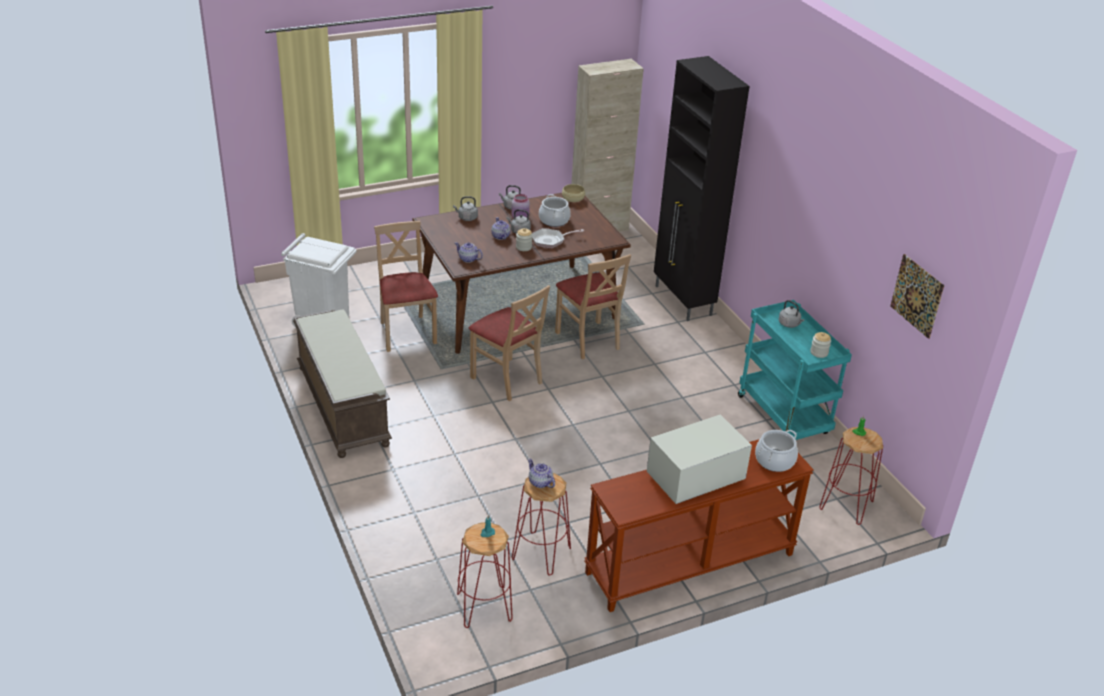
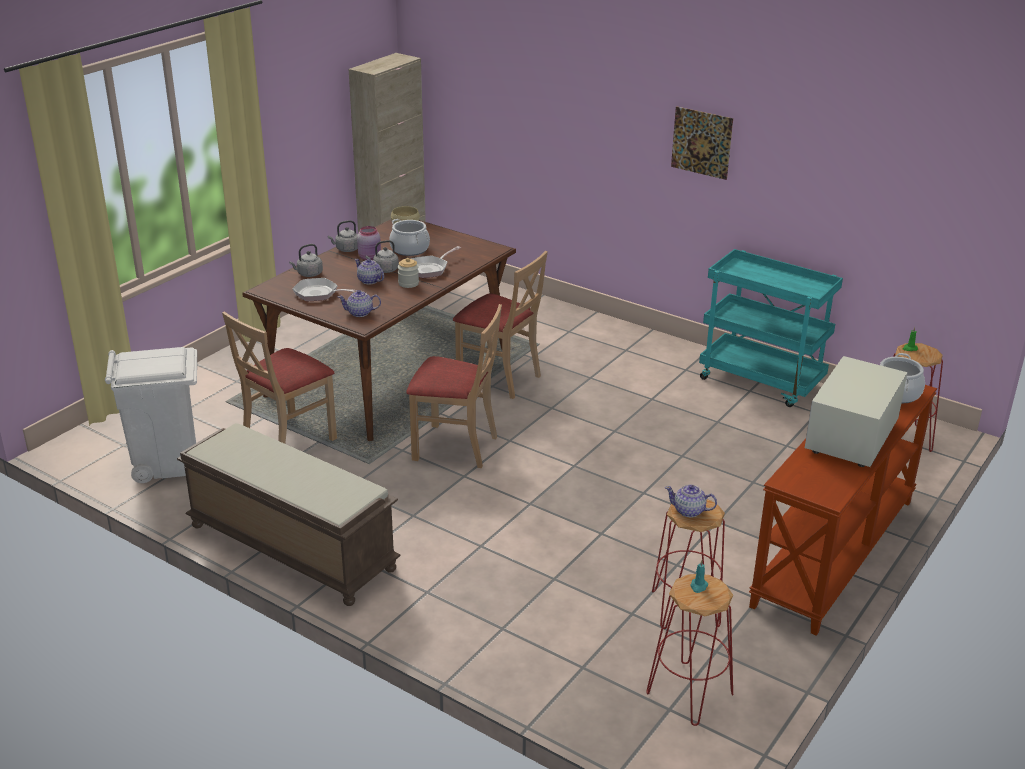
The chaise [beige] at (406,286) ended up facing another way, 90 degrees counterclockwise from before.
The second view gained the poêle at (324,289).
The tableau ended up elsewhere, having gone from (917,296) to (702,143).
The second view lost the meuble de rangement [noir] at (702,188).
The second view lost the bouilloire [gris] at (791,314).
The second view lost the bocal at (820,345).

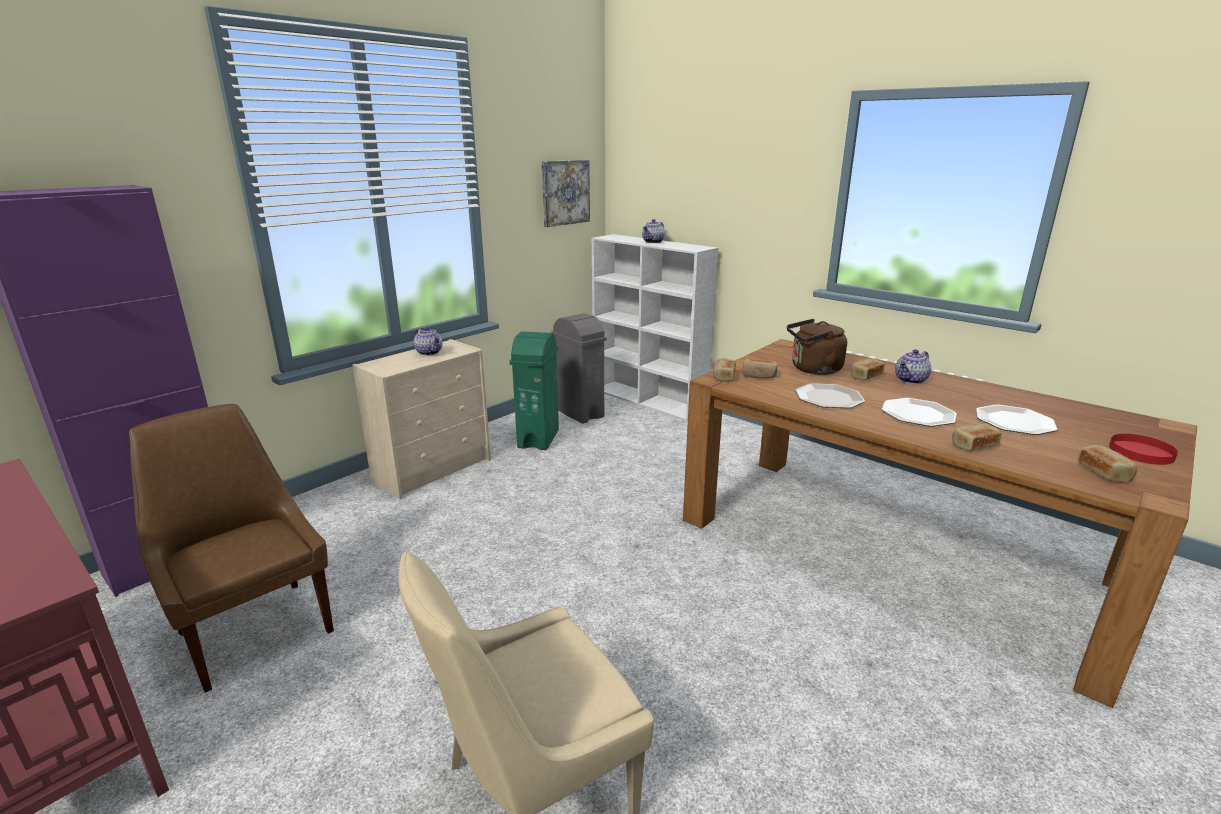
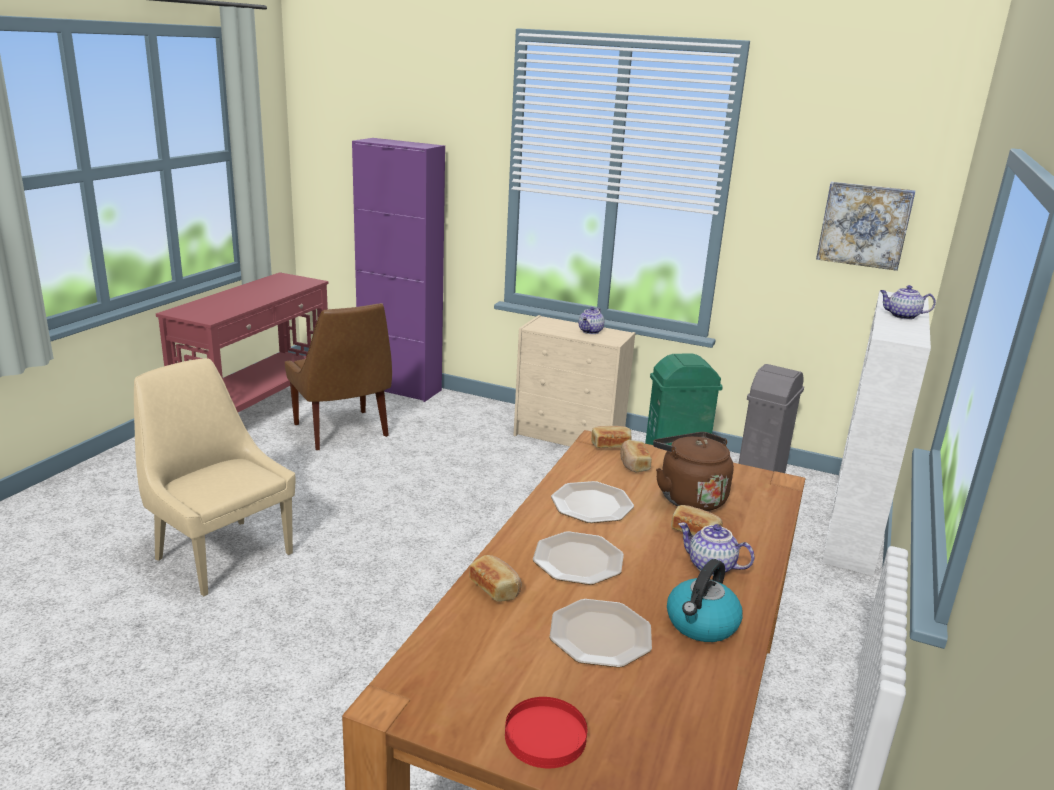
The chaise [marron] at (231,548) ended up facing another way, 120 degrees clockwise from before.
The second view gained the bouilloire at (705,600).
The second view lost the pain at (1107,464).

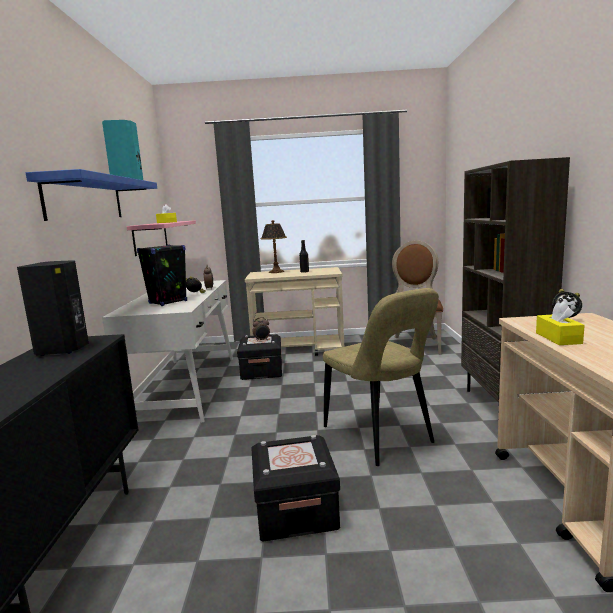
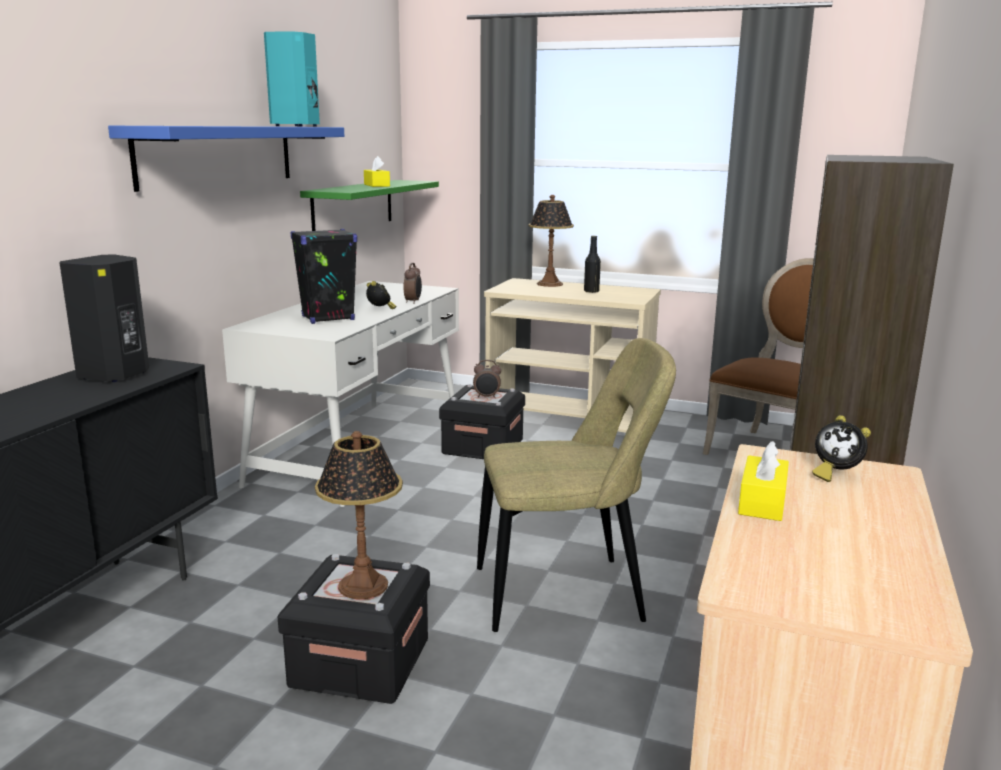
What was the étagère [rose] at (161,238) turned into the étagère [vert] at (369,205).
The second view gained the lampe de table at (359,515).
The chaise [beige] at (381,377) ended up facing another way, 90 degrees counterclockwise from before.

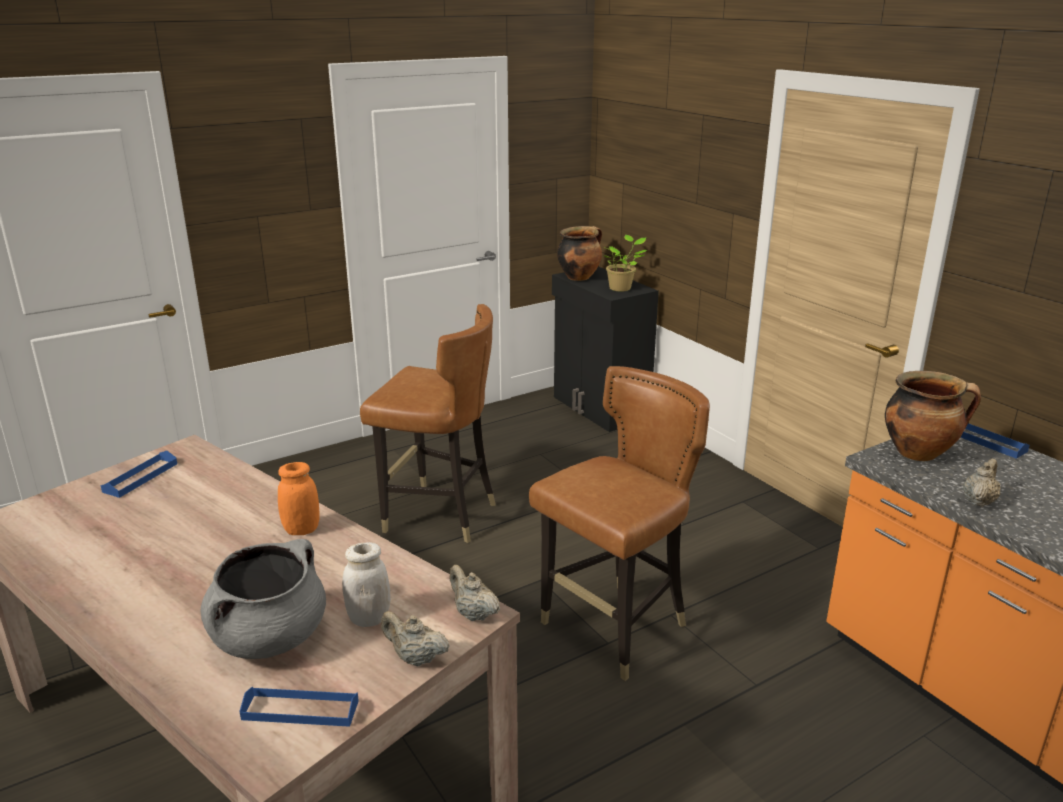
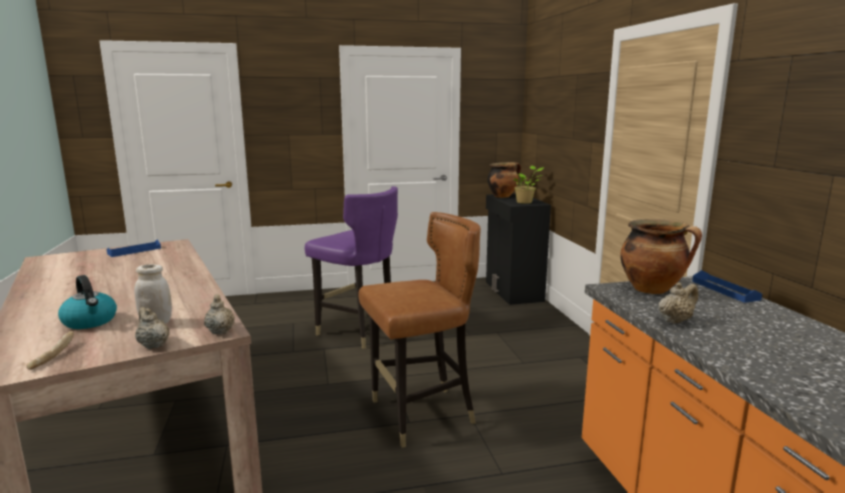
Where the plateau [bleu] stood at (299,707), the pain came to stand at (50,350).
Where the marmite [gris] stood at (263,599), the bouilloire came to stand at (87,302).
What was the chaise [marron] at (428,423) turned into the chaise [violet] at (351,267).
The second view lost the bocal [orange] at (299,498).

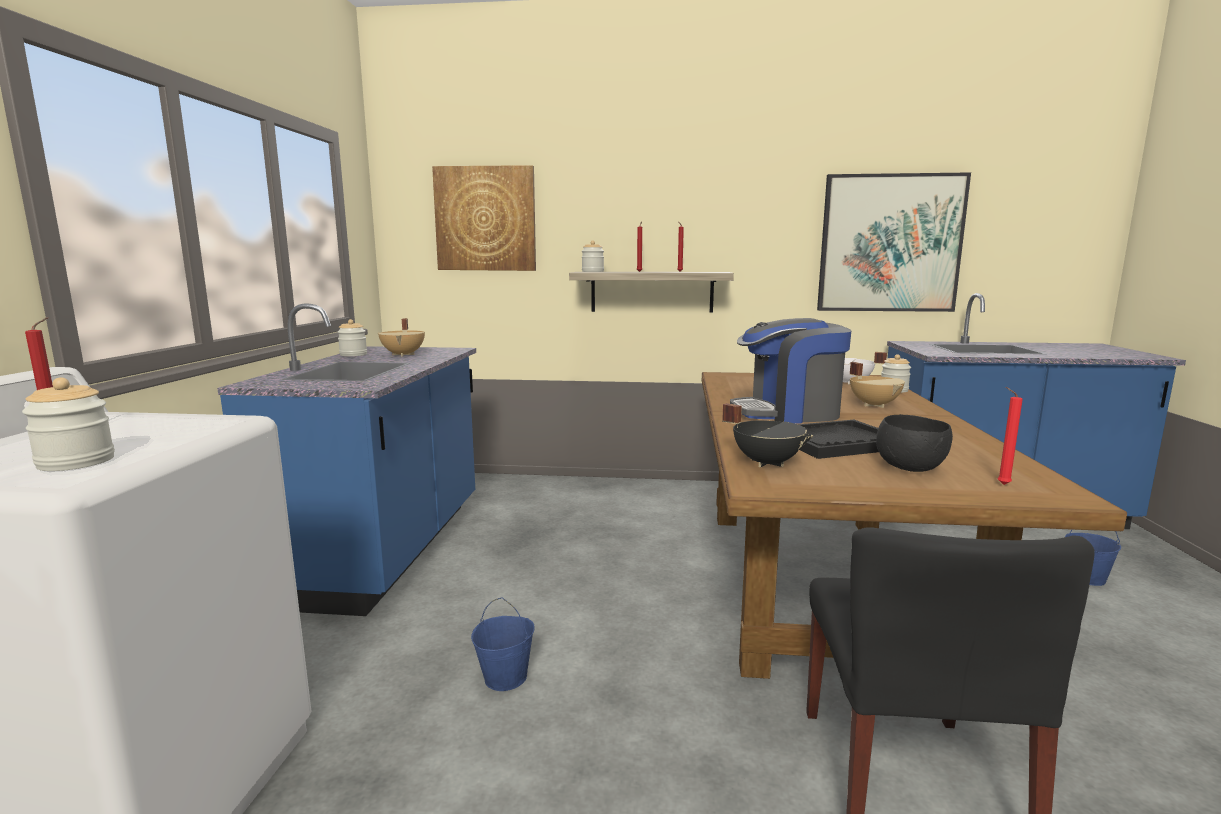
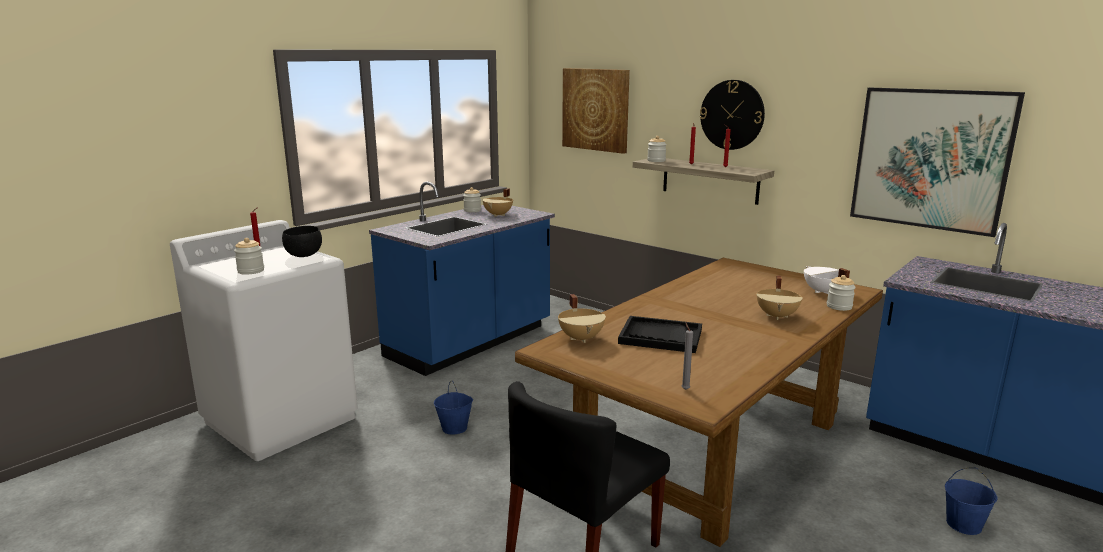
The bol [noir] ended up elsewhere, having gone from (914,443) to (302,241).
What was the marmite [noir] at (767,435) turned into the marmite [beige] at (582,318).
What was the bougie [rouge] at (1010,436) turned into the bougie [gris] at (687,356).
The second view gained the horloge murale at (732,115).
The second view lost the machine à café at (791,371).

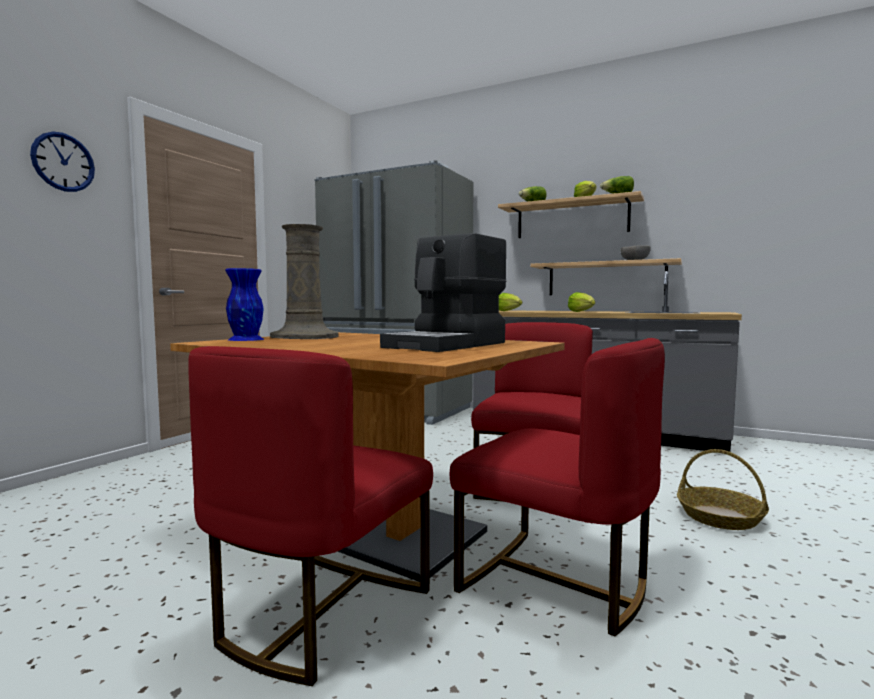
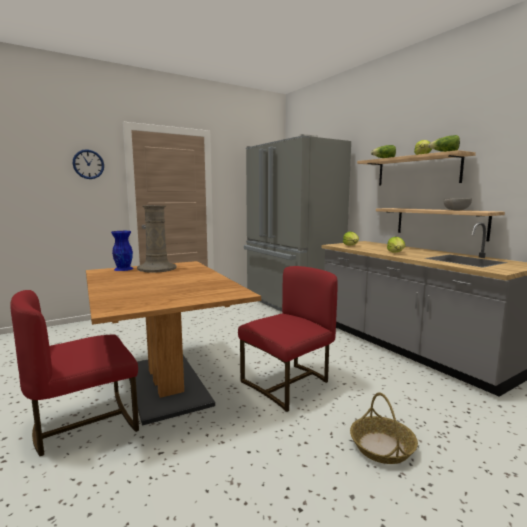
The second view lost the machine à café at (443,292).
The second view lost the chaise [rouge] at (557,487).

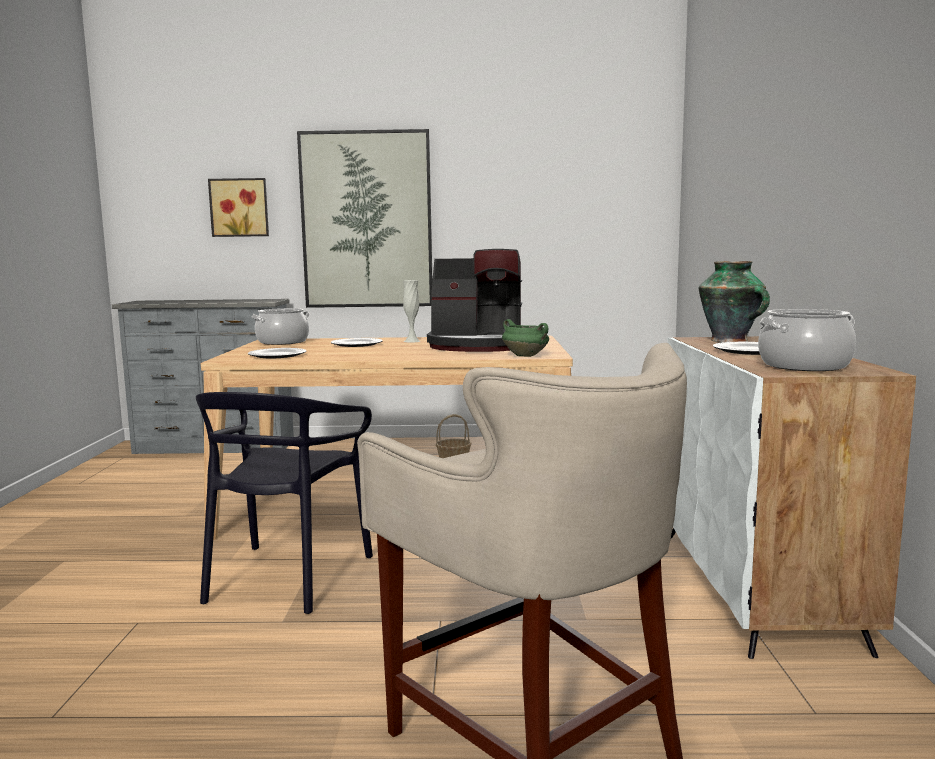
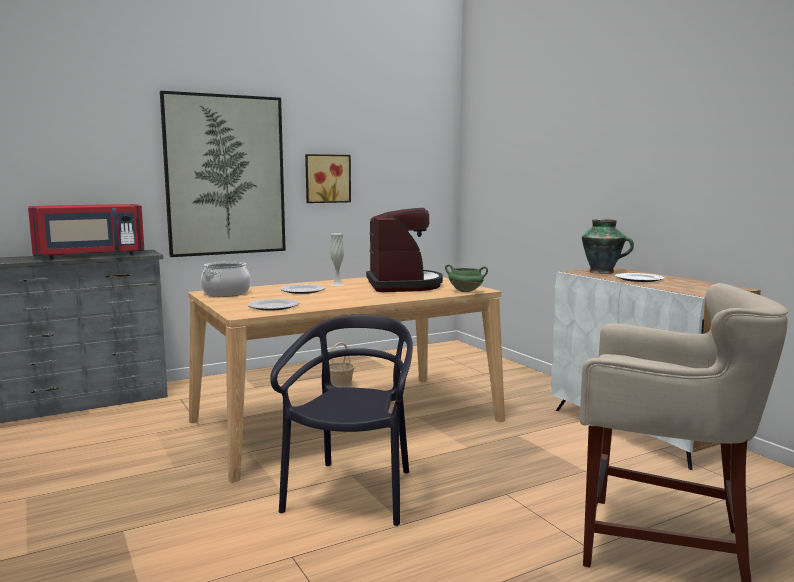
The second view gained the micro-ondes [rouge] at (86,231).
The chaise [noir] at (284,503) ended up facing another way, 150 degrees counterclockwise from before.
The tableau ended up elsewhere, having gone from (238,207) to (328,178).
The machine à café at (474,300) ended up facing another way, 75 degrees counterclockwise from before.
The second view lost the marmite at (807,340).

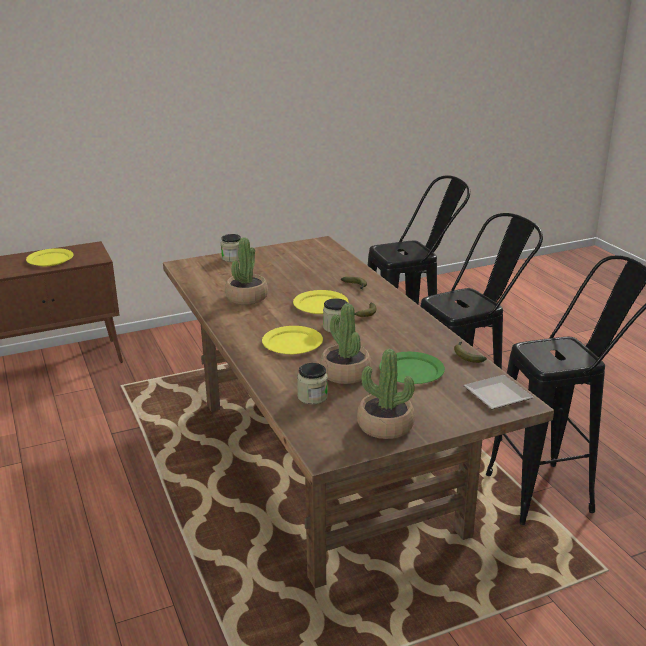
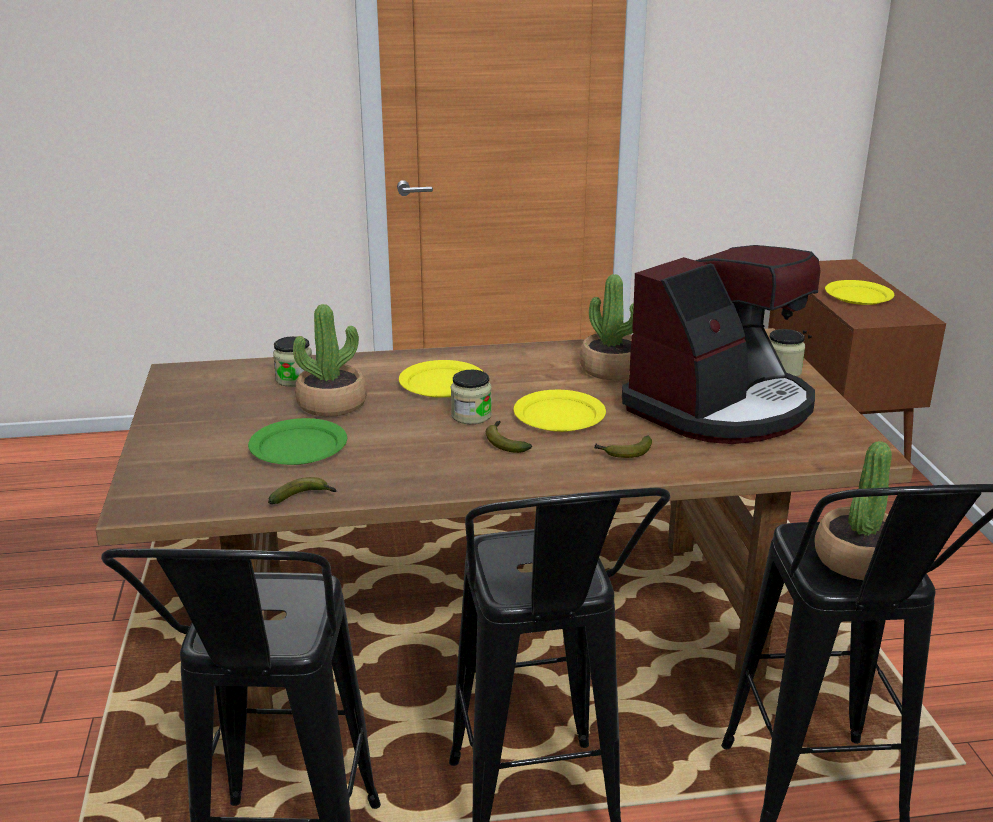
The second view gained the machine à café at (721,344).
The plante en pot ended up elsewhere, having gone from (386,394) to (853,510).
The second view lost the assiette at (498,392).

